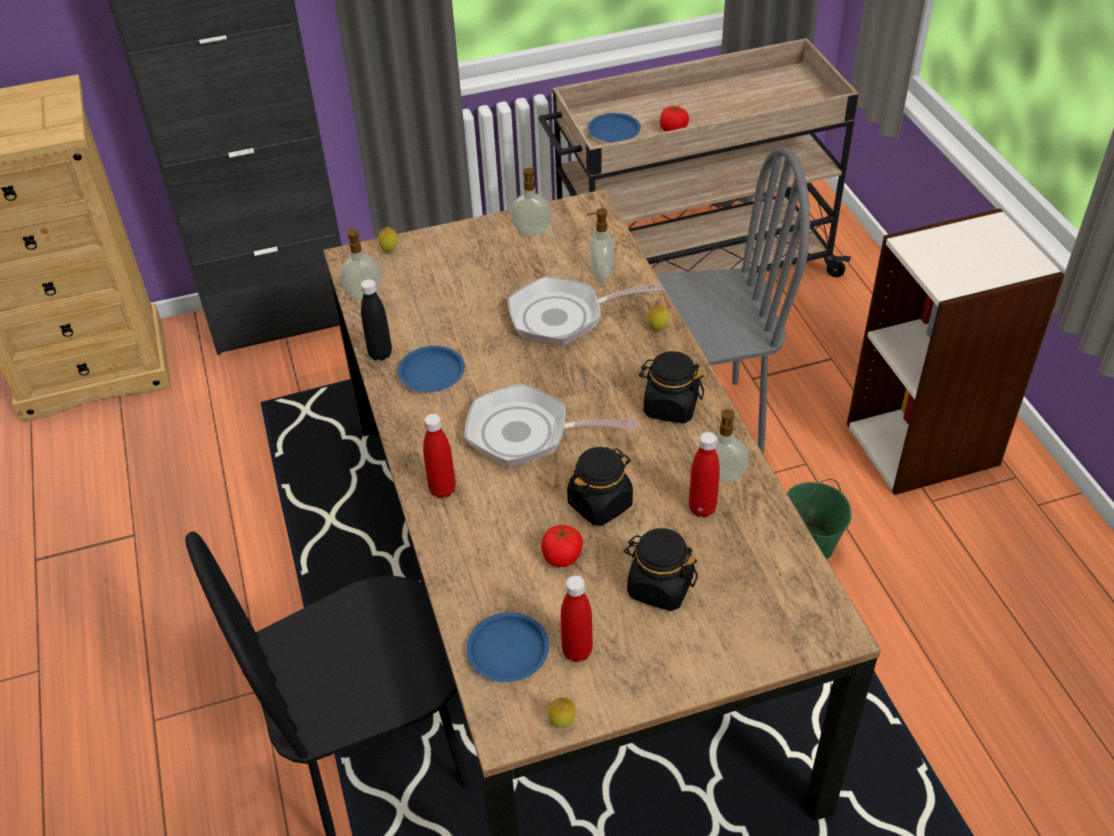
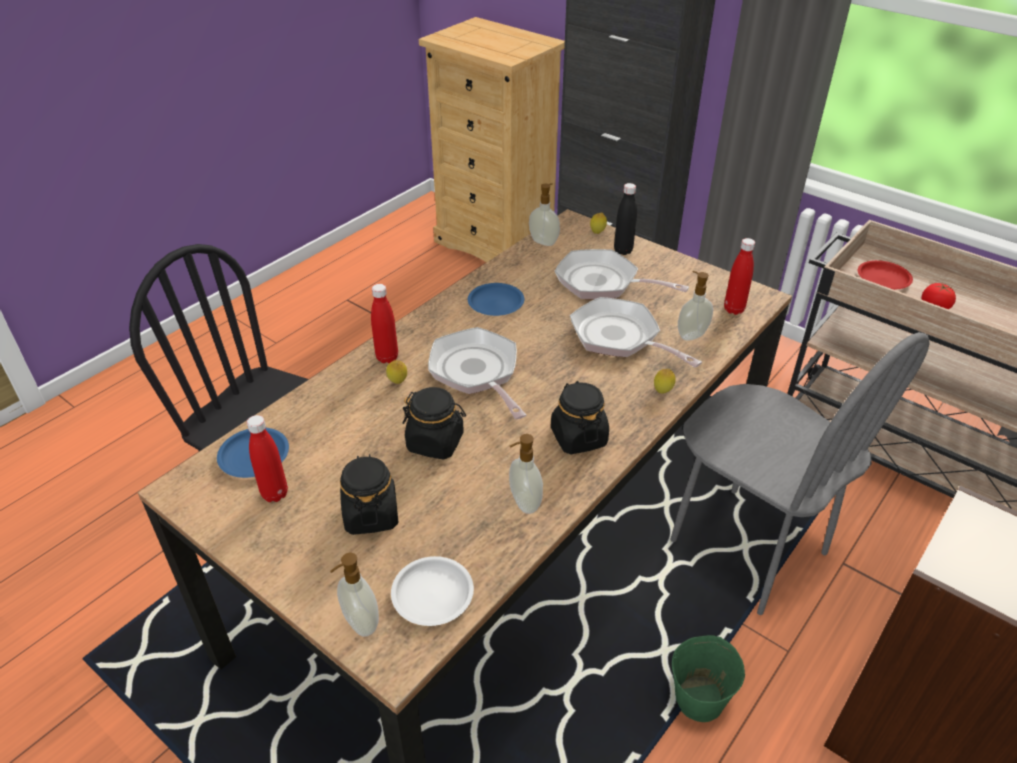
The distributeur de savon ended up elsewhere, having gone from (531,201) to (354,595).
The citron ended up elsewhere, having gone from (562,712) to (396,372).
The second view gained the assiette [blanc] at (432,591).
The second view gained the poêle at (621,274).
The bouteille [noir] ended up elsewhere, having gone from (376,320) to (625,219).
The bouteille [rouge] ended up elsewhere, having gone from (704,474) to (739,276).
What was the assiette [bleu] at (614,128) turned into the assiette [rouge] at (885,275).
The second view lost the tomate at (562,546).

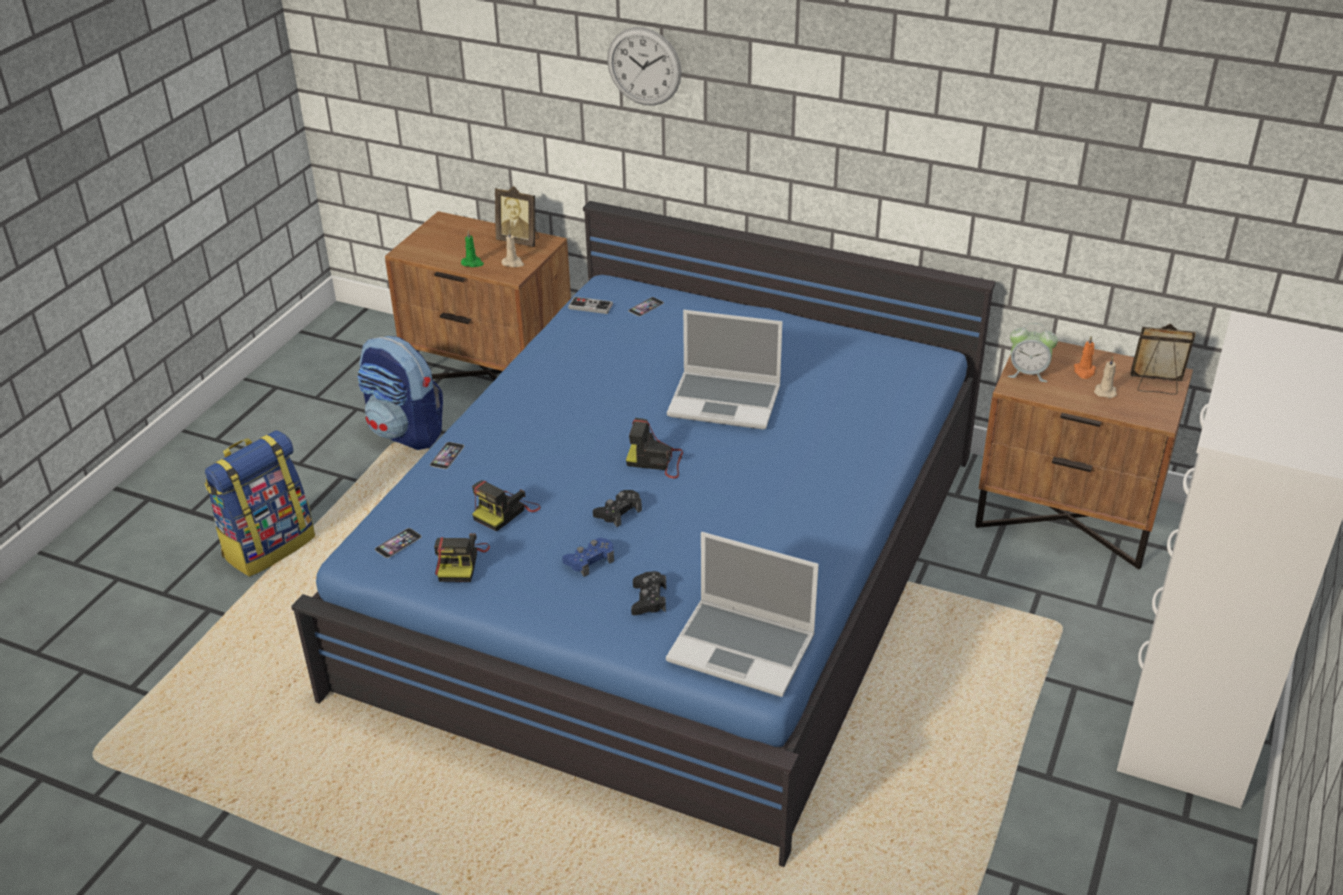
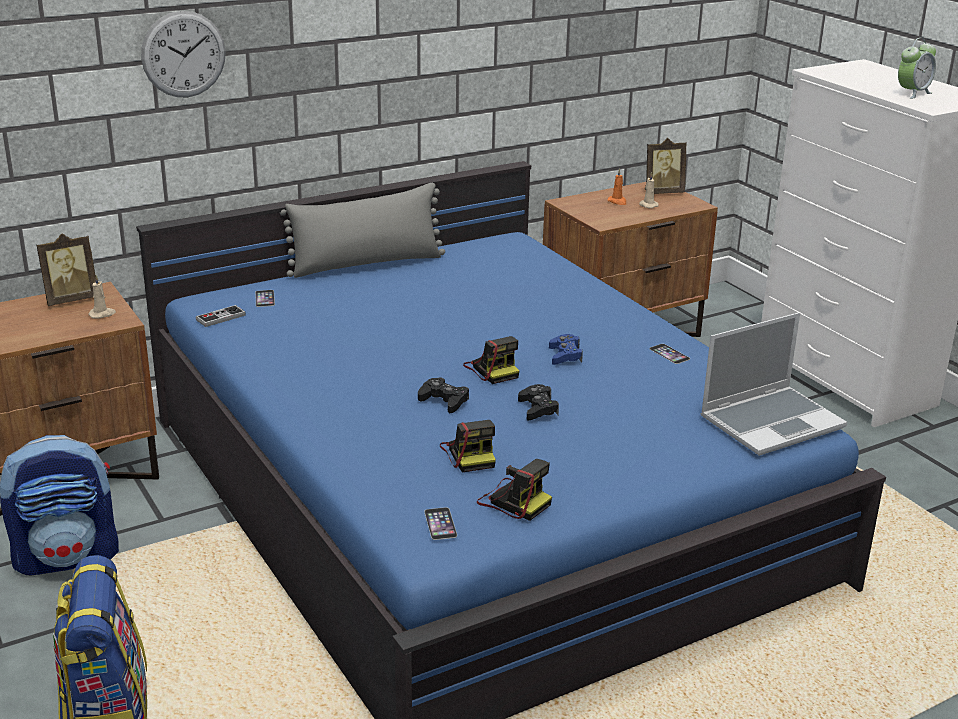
The second view gained the coussin [gris] at (362,230).
The manette [noir] ended up elsewhere, having gone from (648,593) to (443,395).
The appareil photo at (654,448) ended up facing another way, 75 degrees counterclockwise from before.
The manette [bleu] ended up elsewhere, having gone from (588,557) to (566,349).
The cadre photo at (1163,359) ended up facing another way, 150 degrees counterclockwise from before.
The téléphone ended up elsewhere, having gone from (447,455) to (669,354).
The réveil ended up elsewhere, having gone from (1033,352) to (917,68).
The second view lost the bougie [vert] at (472,248).
The second view lost the ordinateur portable at (724,369).

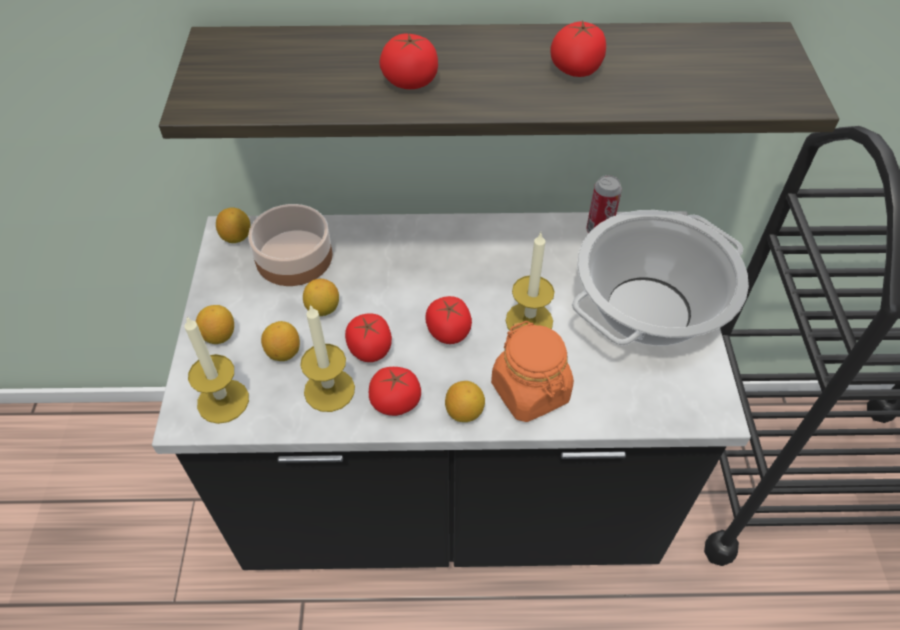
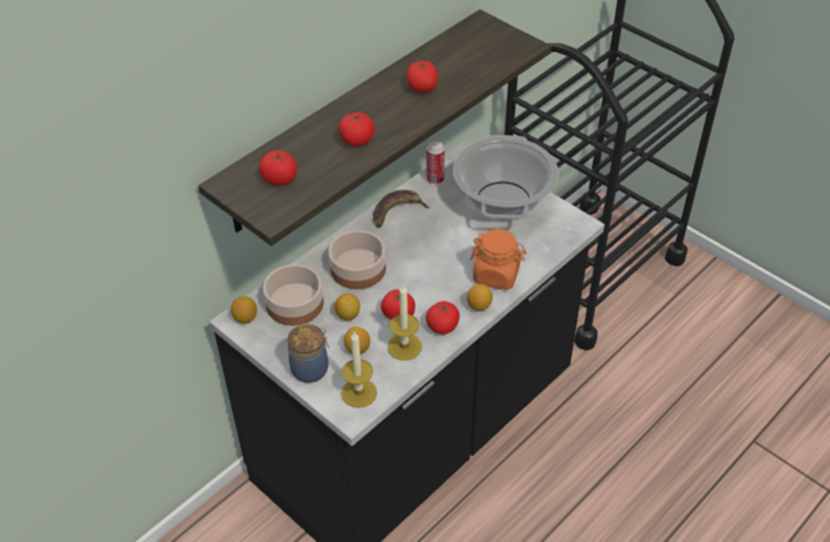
The tomate ended up elsewhere, having gone from (448,320) to (278,168).
Where the citron stood at (215,324), the bocal came to stand at (308,353).
The second view gained the bol at (357,259).
The second view gained the banane at (402,209).
The second view lost the bougie at (530,281).

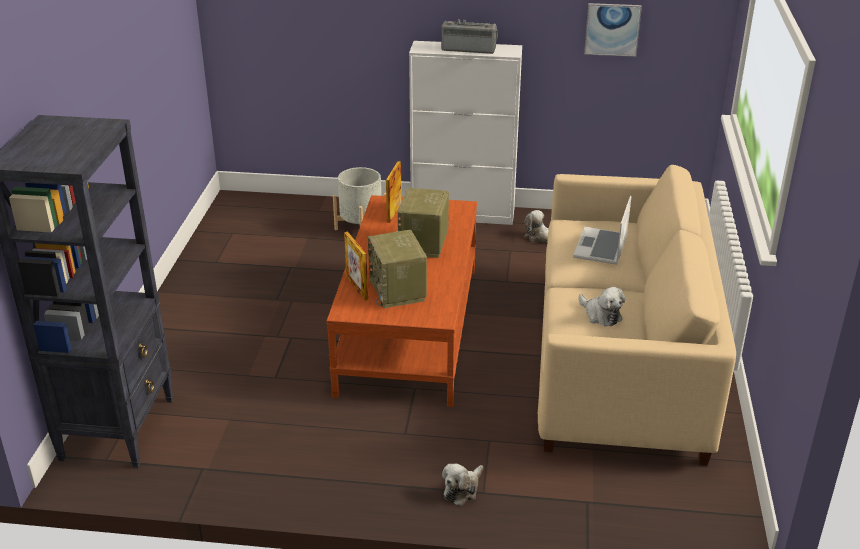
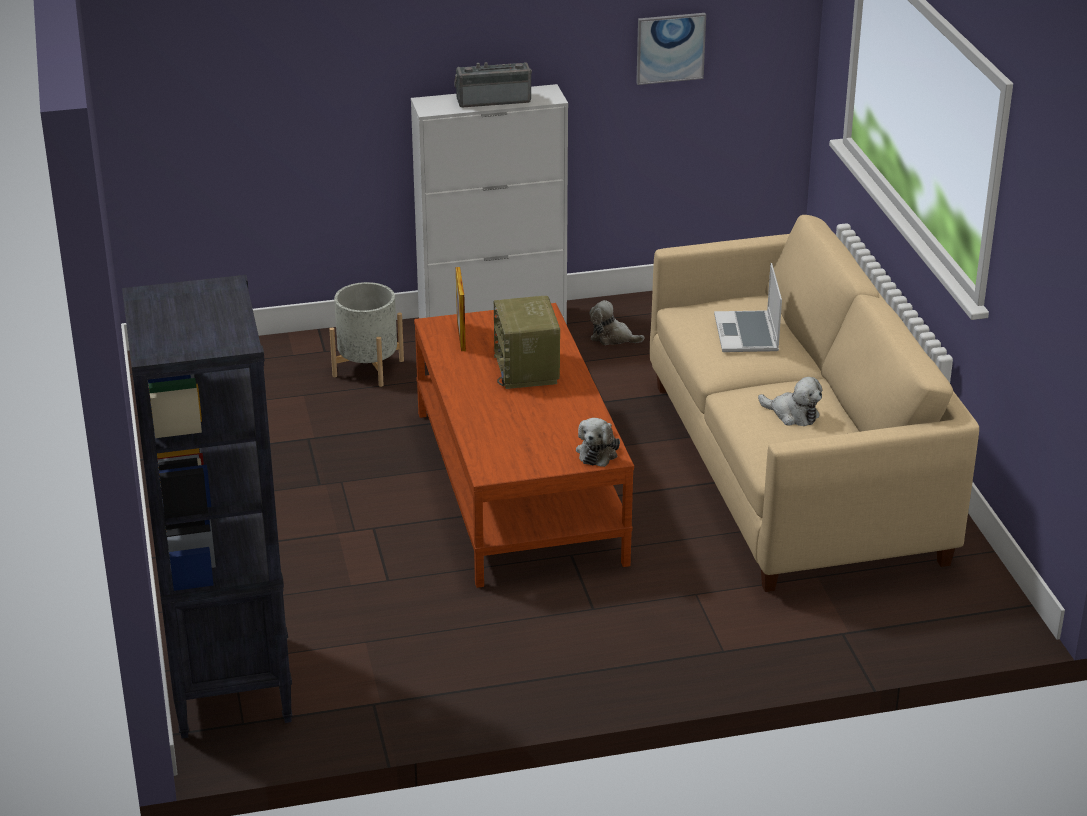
The peluche ended up elsewhere, having gone from (462,485) to (598,442).
The second view lost the cadre photo at (356,265).
The second view lost the radio at (397,269).

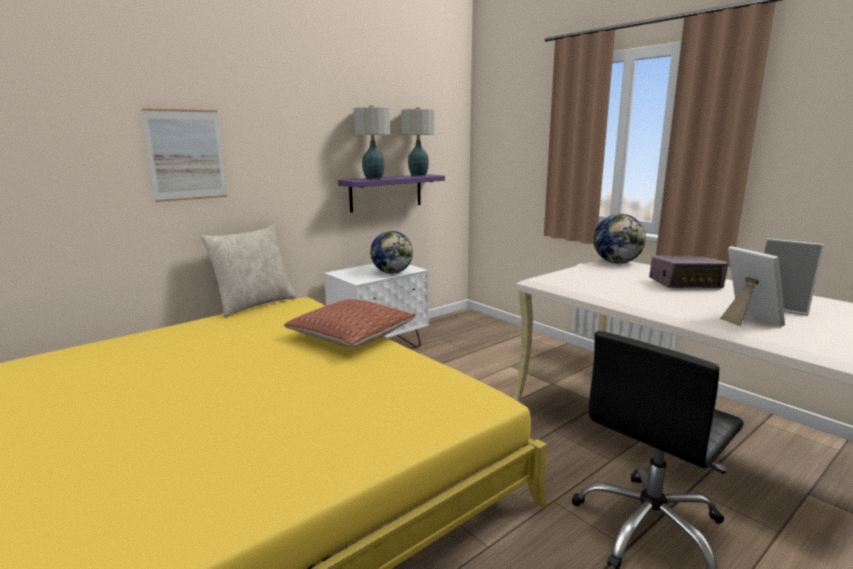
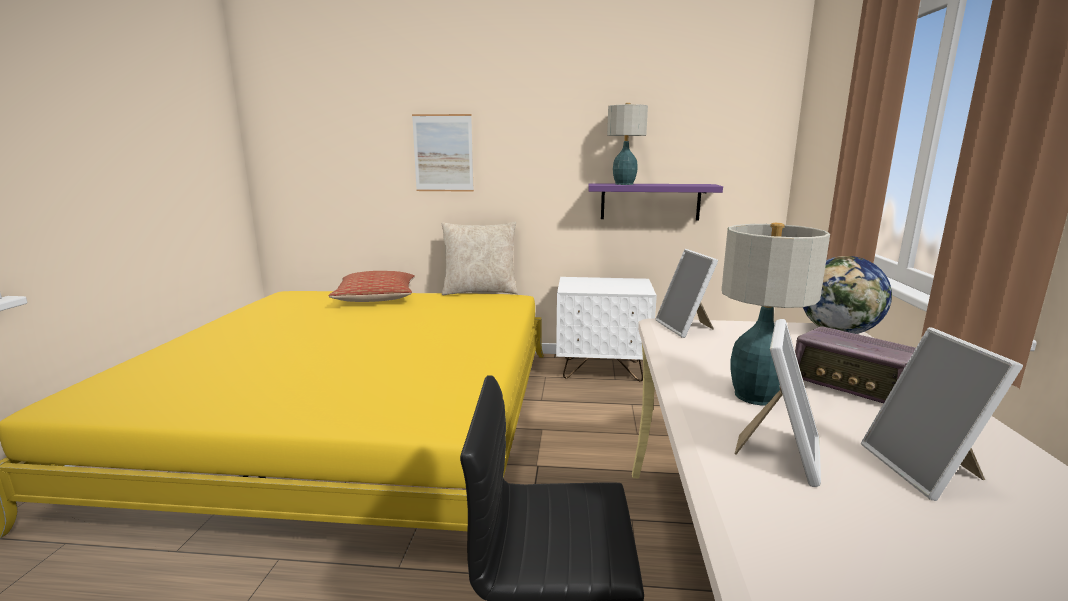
The coussin ended up elsewhere, having gone from (350,323) to (371,286).
The second view gained the cadre photo at (686,293).
The lampe de table ended up elsewhere, having gone from (418,141) to (776,314).
The second view lost the globe at (391,252).

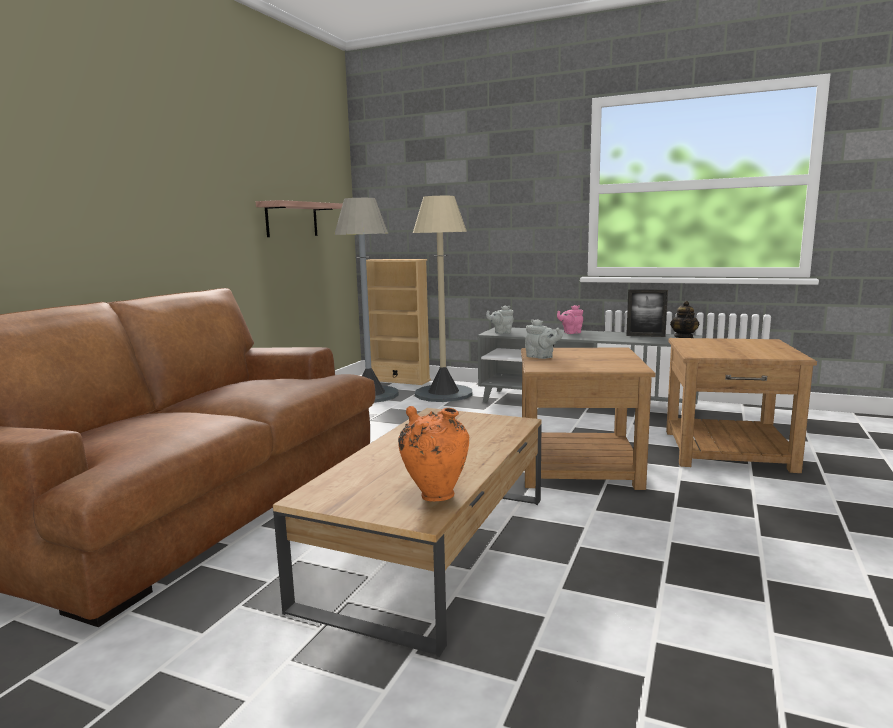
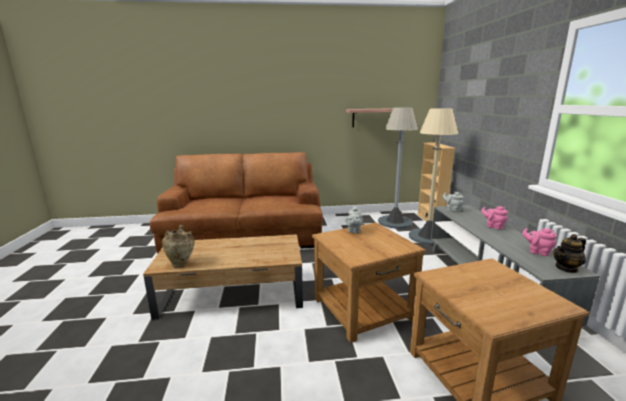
What was the vase [orange] at (434,453) turned into the vase [beige] at (178,246).
Where the cadre photo stood at (647,313), the théière [rose] came to stand at (539,242).

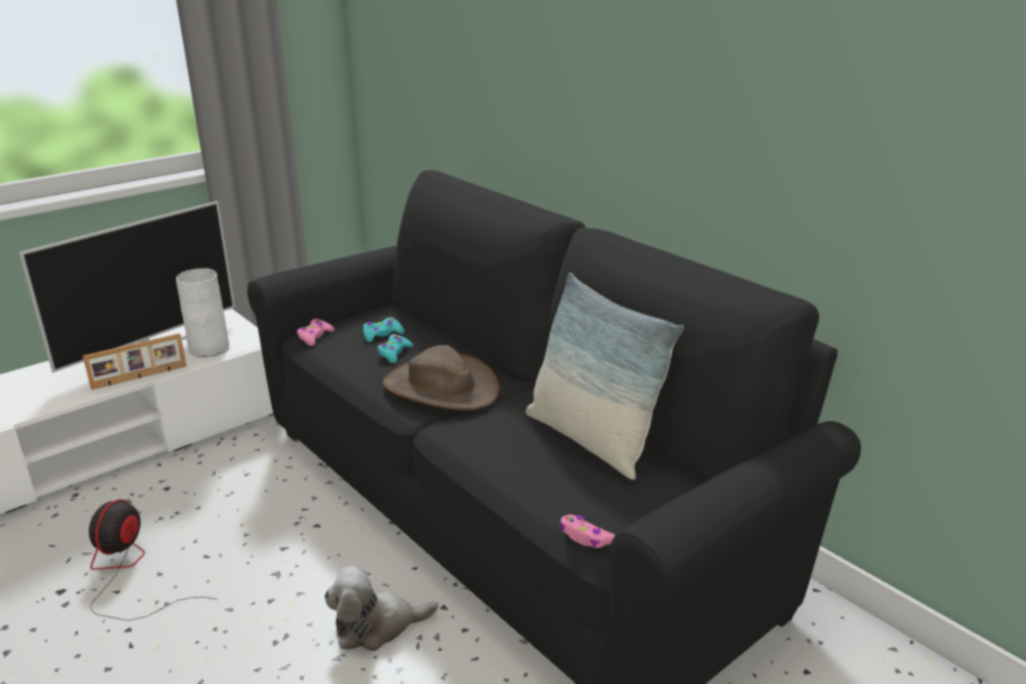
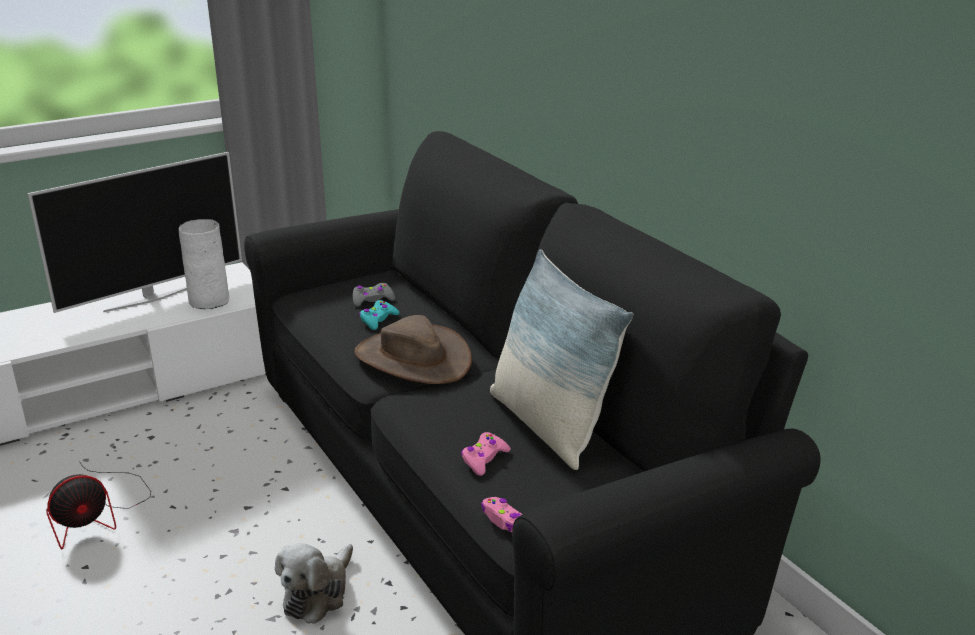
The ventilateur at (153,560) ended up facing another way, 150 degrees counterclockwise from before.
The peluche at (381,608) ended up facing another way, 60 degrees counterclockwise from before.
What was the manette [turquoise] at (383,329) turned into the manette [gris] at (374,295).
The manette [rose] ended up elsewhere, having gone from (316,332) to (486,454).
The second view lost the cadre photo at (135,361).

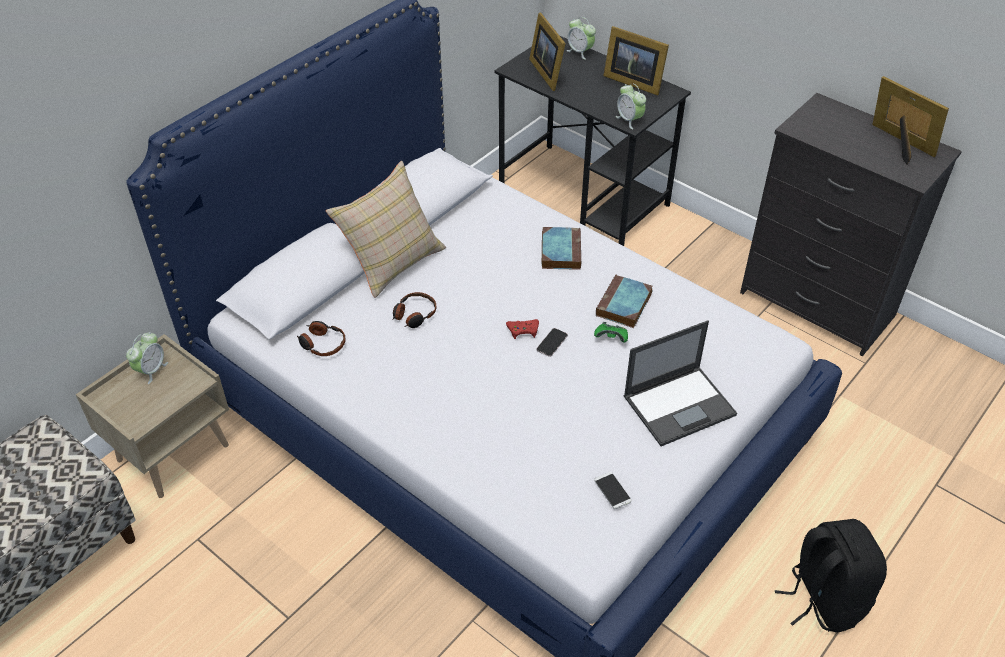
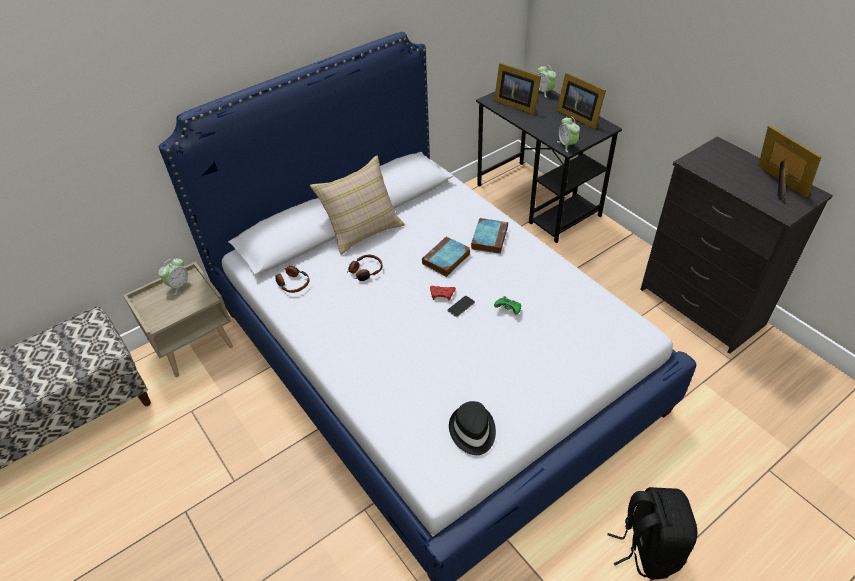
The livre ended up elsewhere, having gone from (624,301) to (446,256).
Where the téléphone stood at (613,490), the chapeau [noir] came to stand at (472,428).
The cadre photo at (547,52) ended up facing another way, 45 degrees counterclockwise from before.
The second view lost the ordinateur portable at (680,383).

